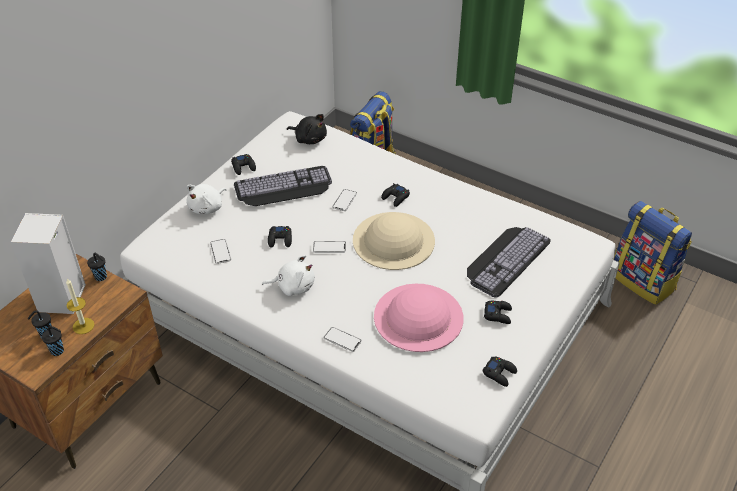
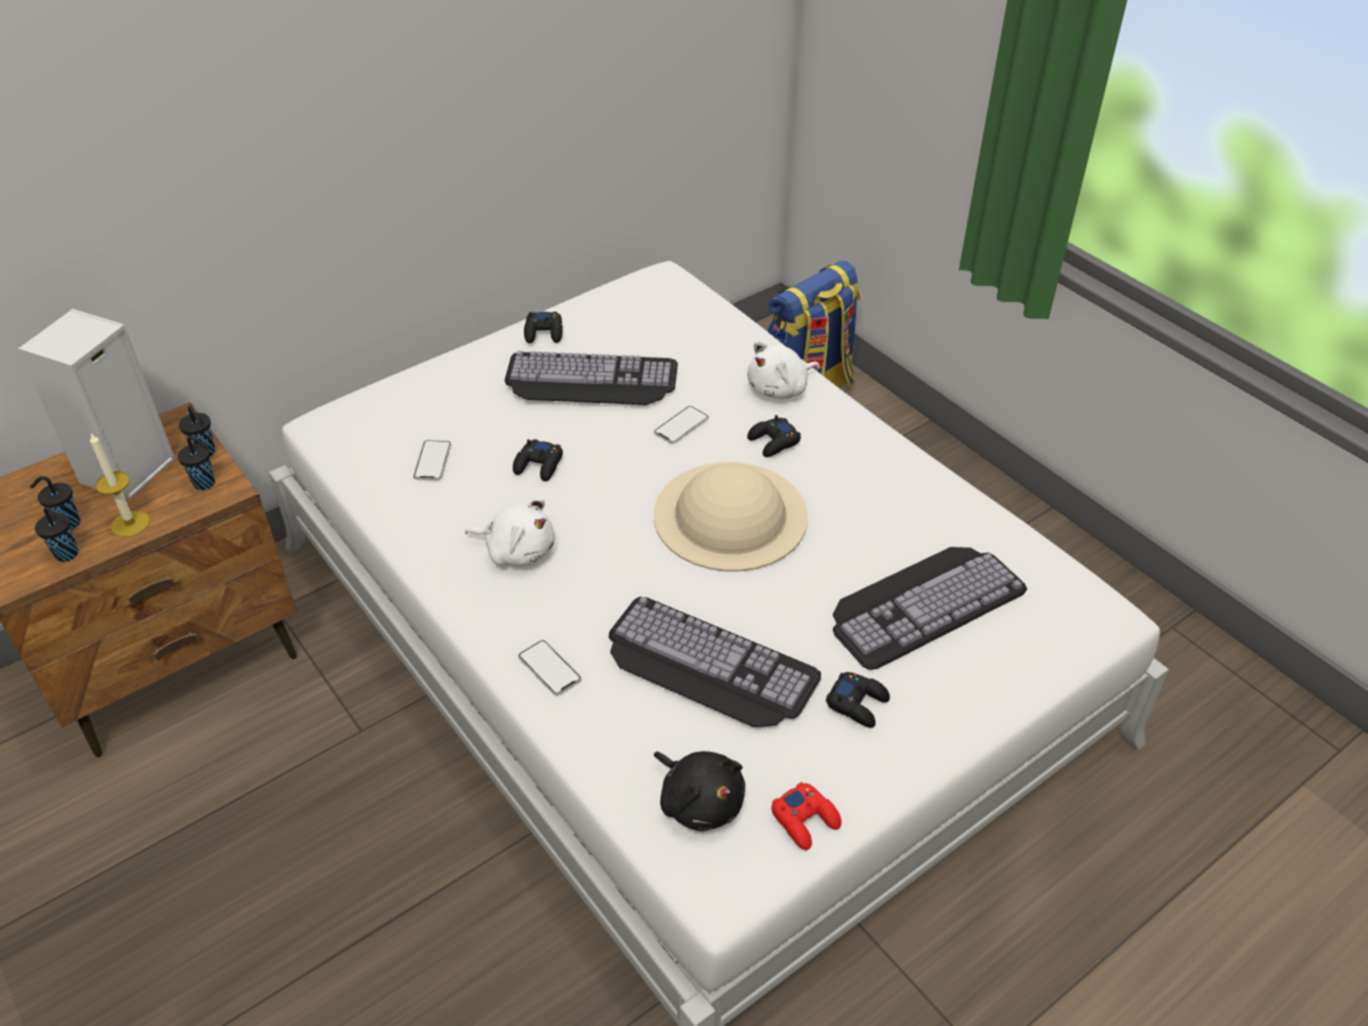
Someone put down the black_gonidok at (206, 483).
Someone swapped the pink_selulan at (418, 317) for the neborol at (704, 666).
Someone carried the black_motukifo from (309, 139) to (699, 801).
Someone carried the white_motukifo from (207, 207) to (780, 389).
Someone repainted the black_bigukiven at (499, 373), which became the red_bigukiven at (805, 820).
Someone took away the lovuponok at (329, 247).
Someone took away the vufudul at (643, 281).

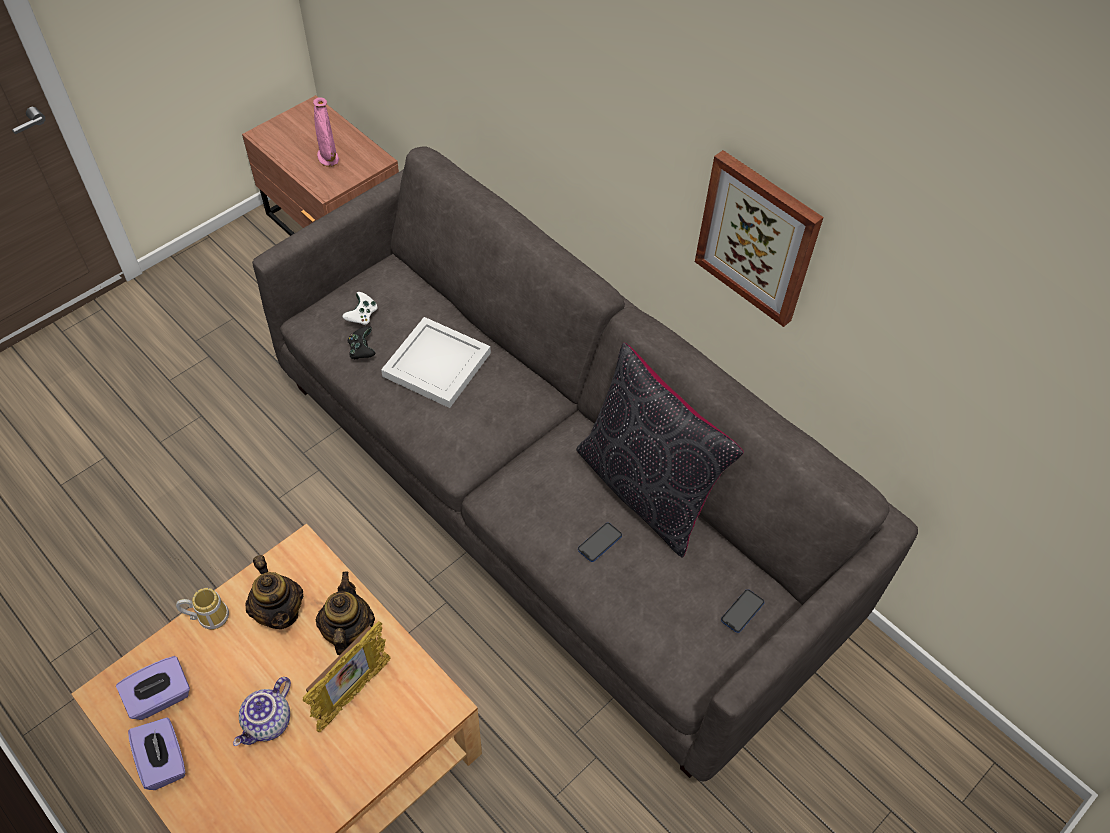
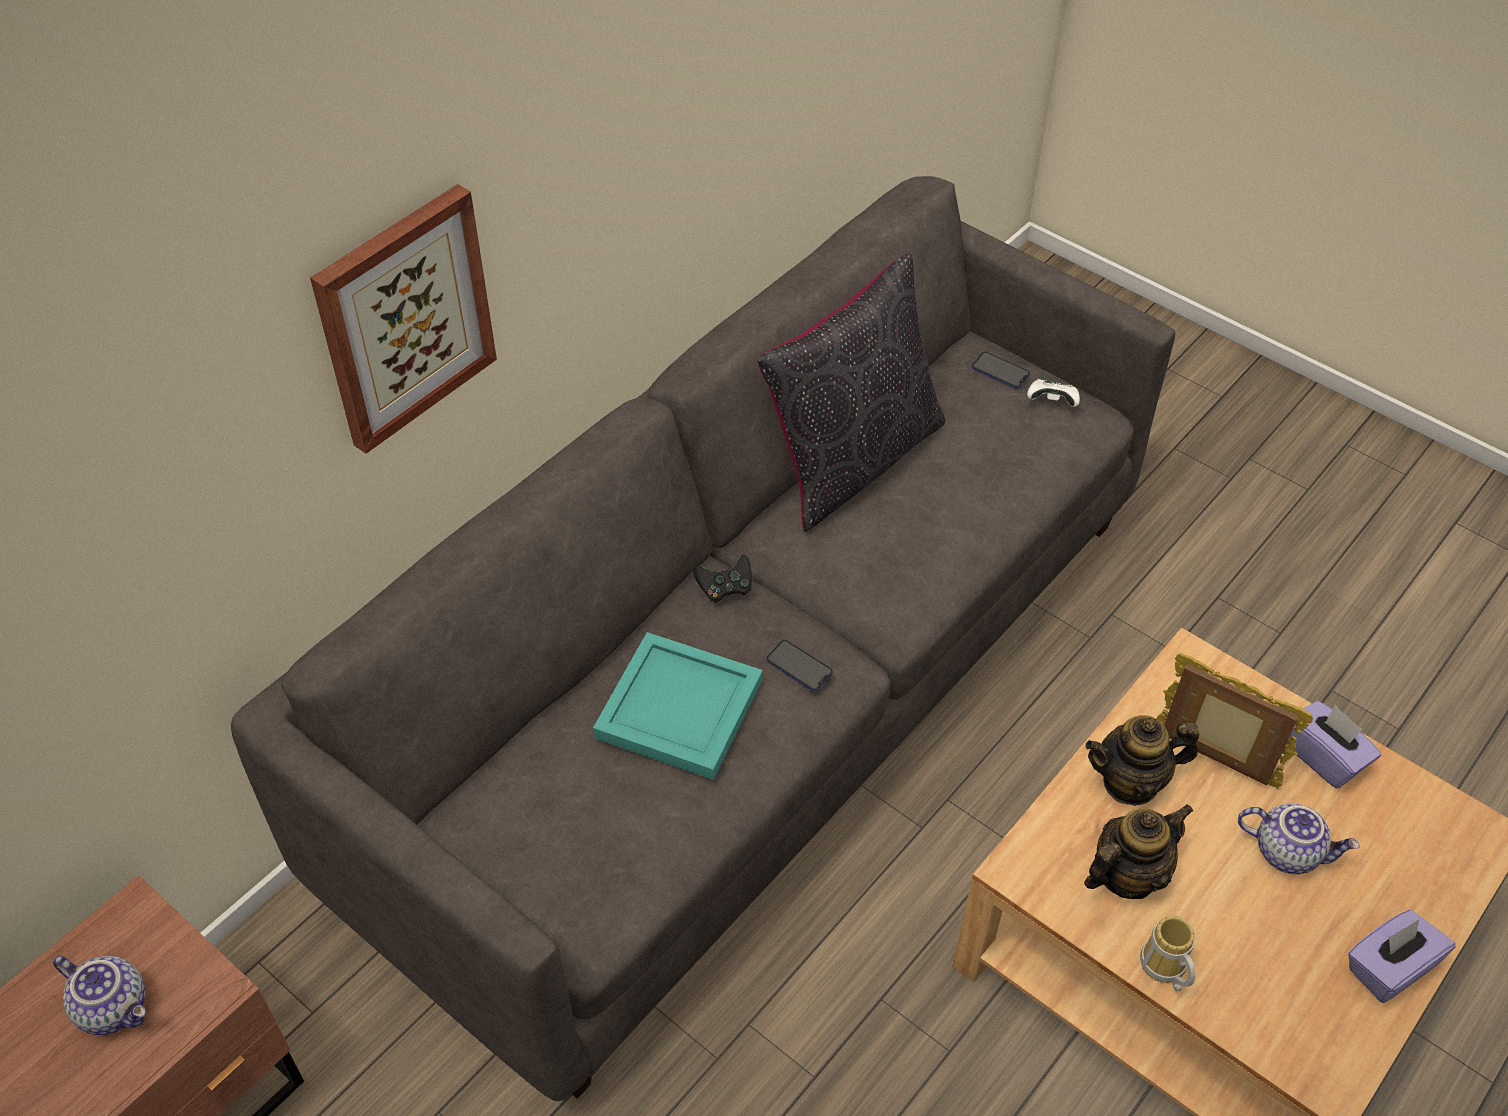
Someone swapped the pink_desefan at (328, 158) for the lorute at (115, 1006).
Someone carried the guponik from (758, 238) to (404, 317).
Someone repainted the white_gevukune at (435, 365), which became the turquoise_gevukune at (680, 711).
Someone carried the black_bigukiven from (362, 350) to (725, 588).
Someone carried the lovuponok from (599, 542) to (799, 667).
Someone carried the white_bigukiven from (362, 316) to (1052, 402).
Someone carried the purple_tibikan from (160, 697) to (1324, 757).

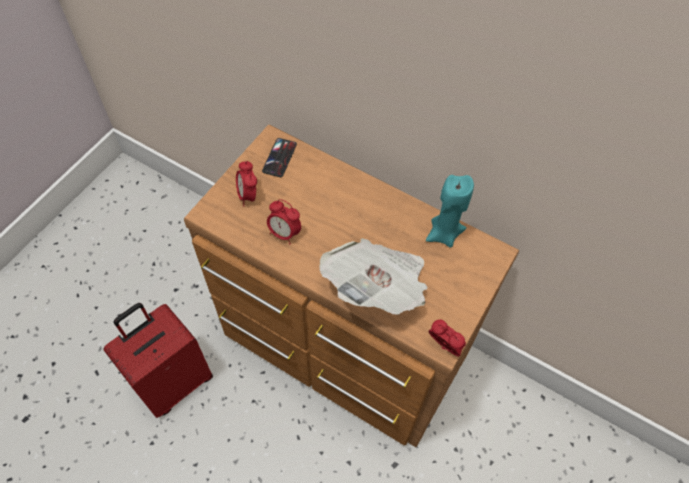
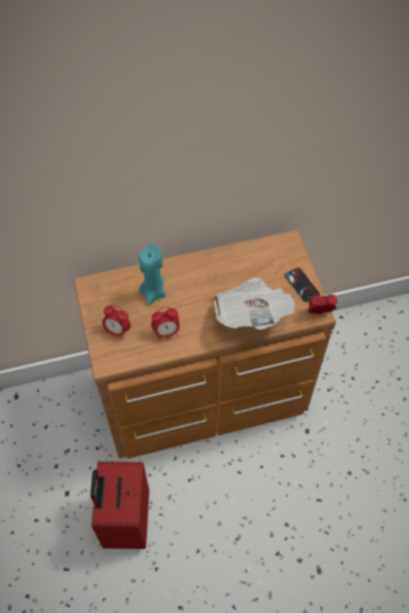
Someone carried the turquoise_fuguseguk from (443, 234) to (153, 292).
Someone carried the lovuponok from (279, 158) to (302, 284).

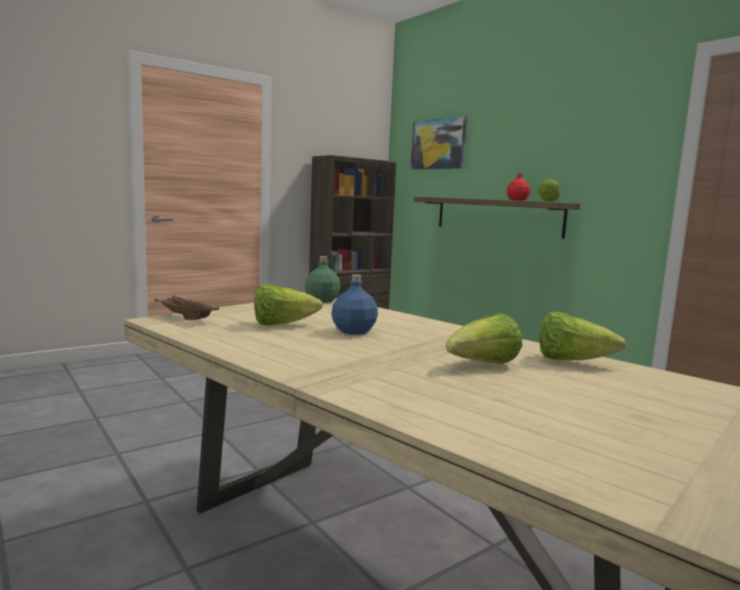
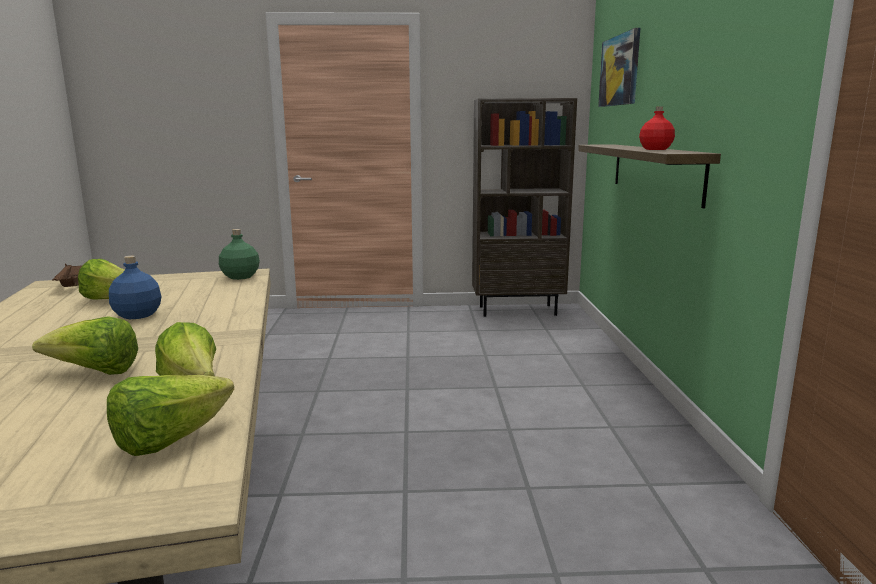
Someone carried the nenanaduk from (547, 201) to (170, 440).

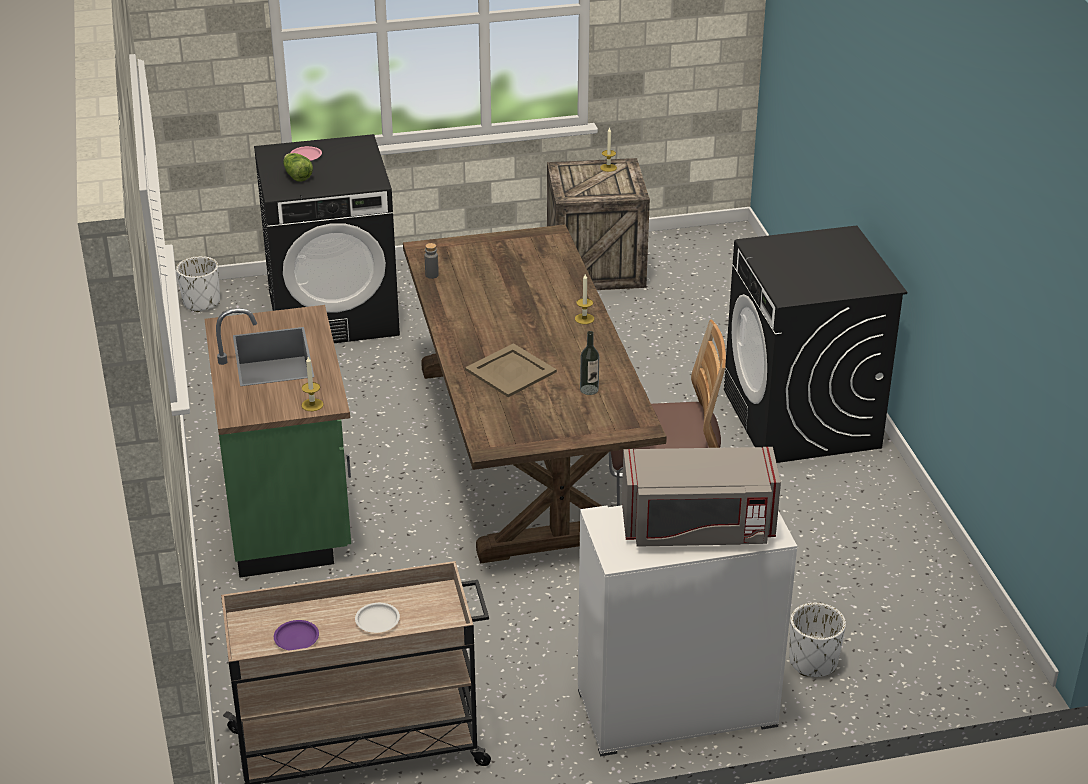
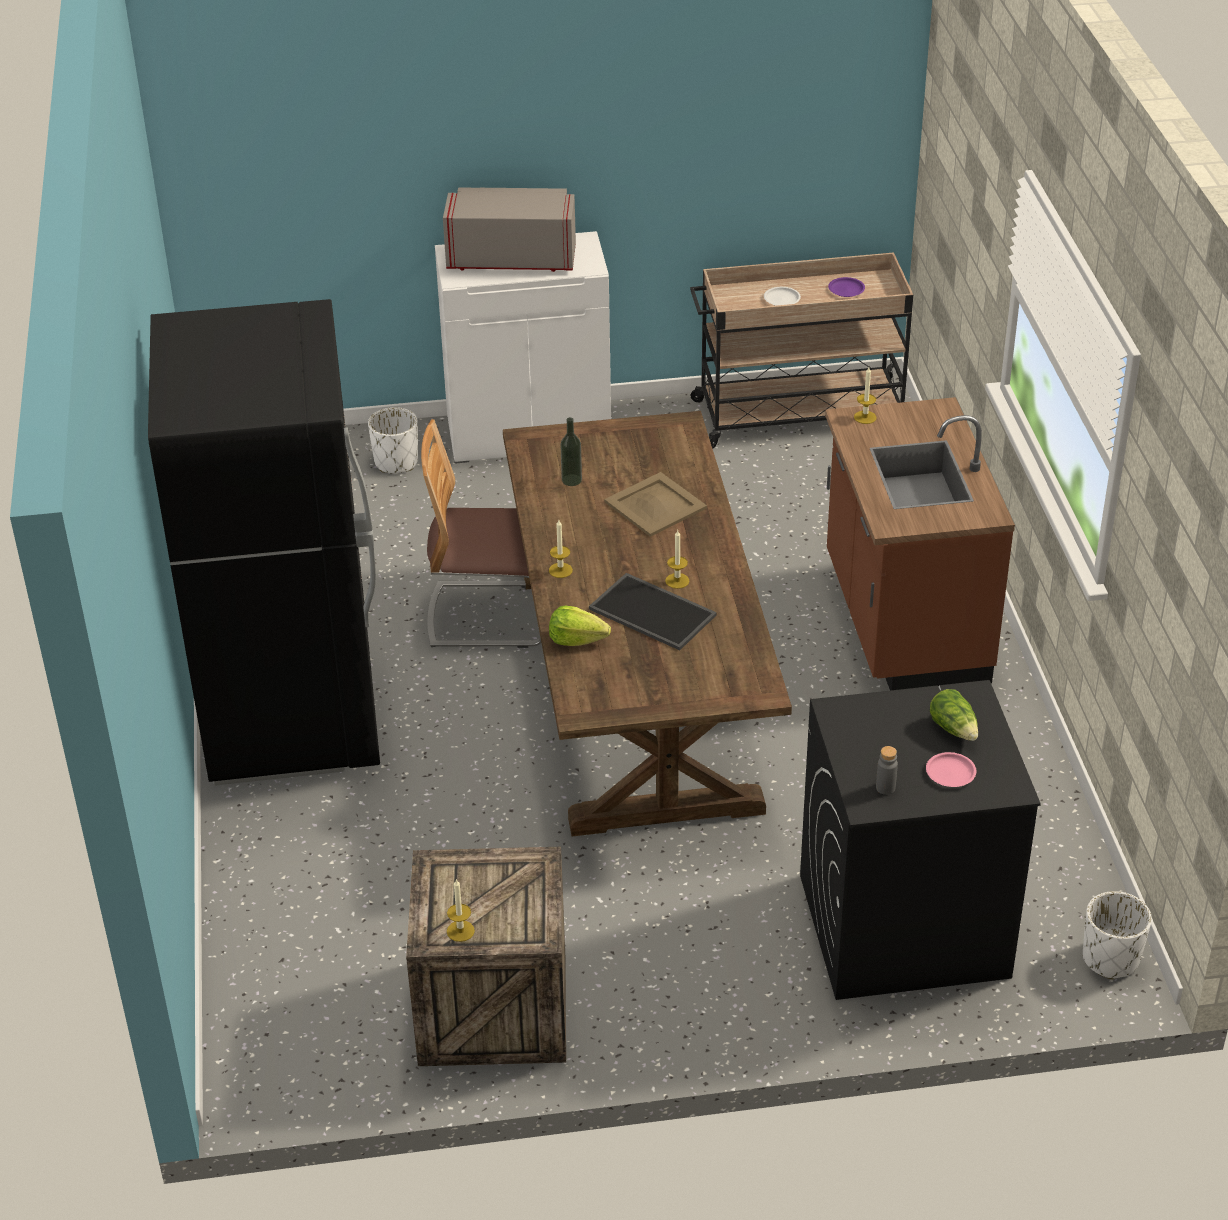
Someone swapped the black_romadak at (801, 419) for the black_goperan at (292, 714).
Someone put down the nenanaduk at (576, 640).
Someone put down the gevukune at (654, 611).
Someone put down the fuguseguk at (677, 581).
Someone repainted the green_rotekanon at (289, 510), which became the brown_rotekanon at (902, 622).
Someone carried the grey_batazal from (432, 275) to (885, 788).

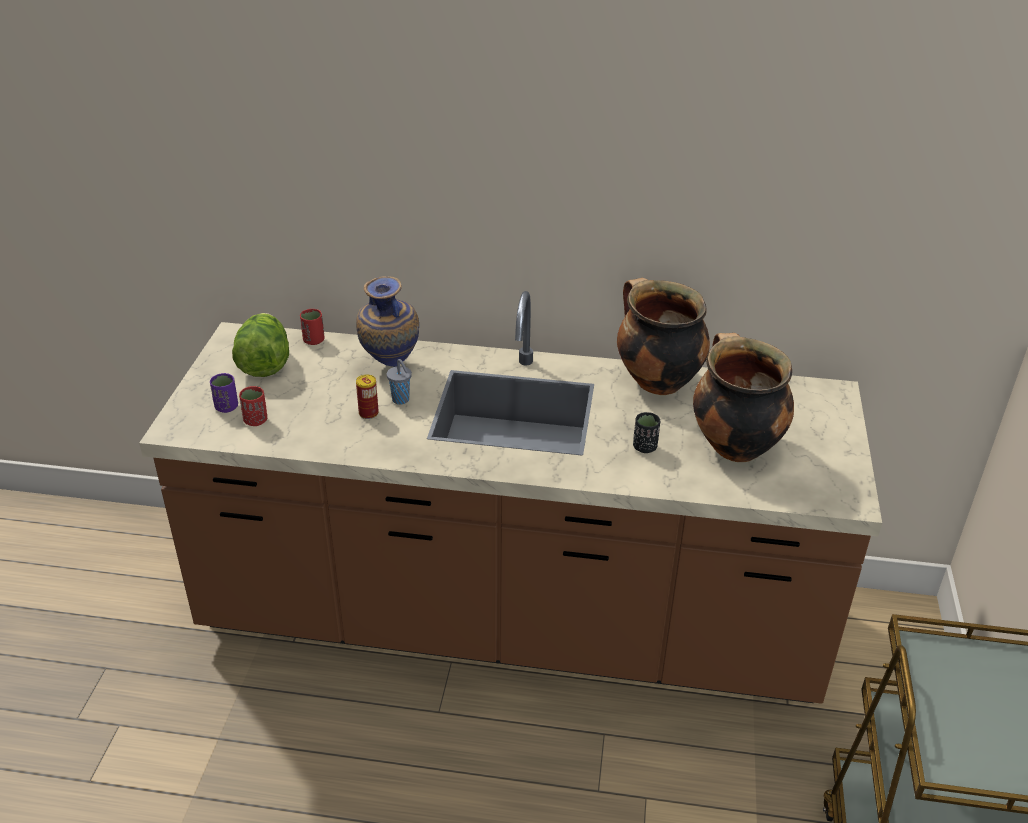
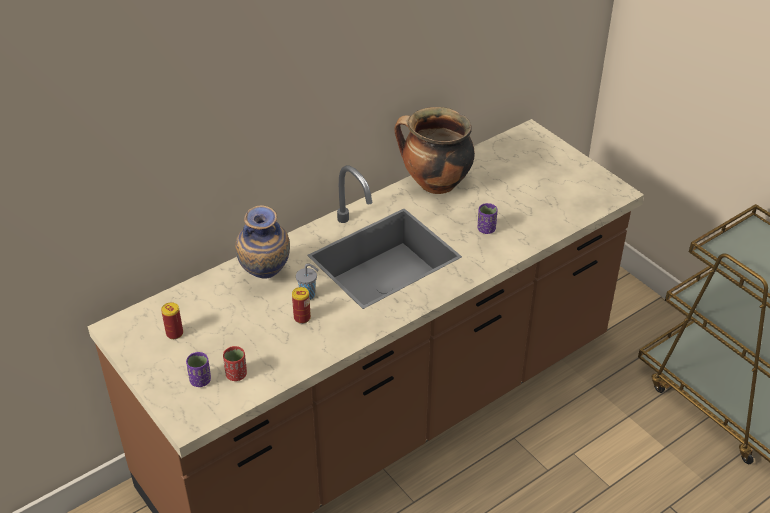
Someone swapped the nenanaduk at (264, 363) for the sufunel at (174, 333).
Someone repainted the black_gonidok at (645, 447), which became the purple_gonidok at (486, 229).
Someone took away the red_gonidok at (314, 340).
Someone took away the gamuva at (733, 445).

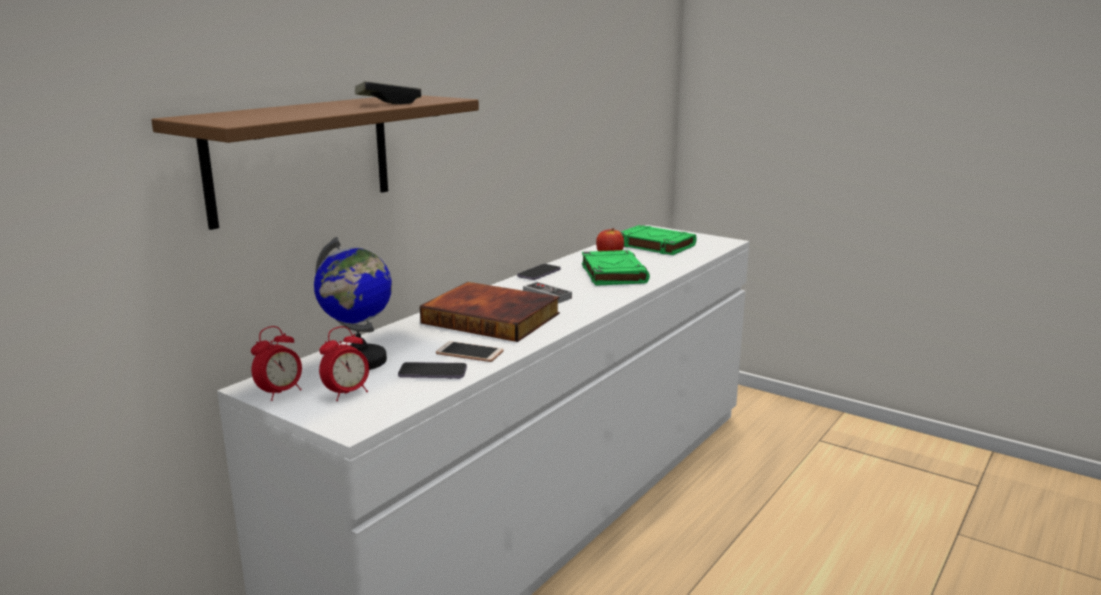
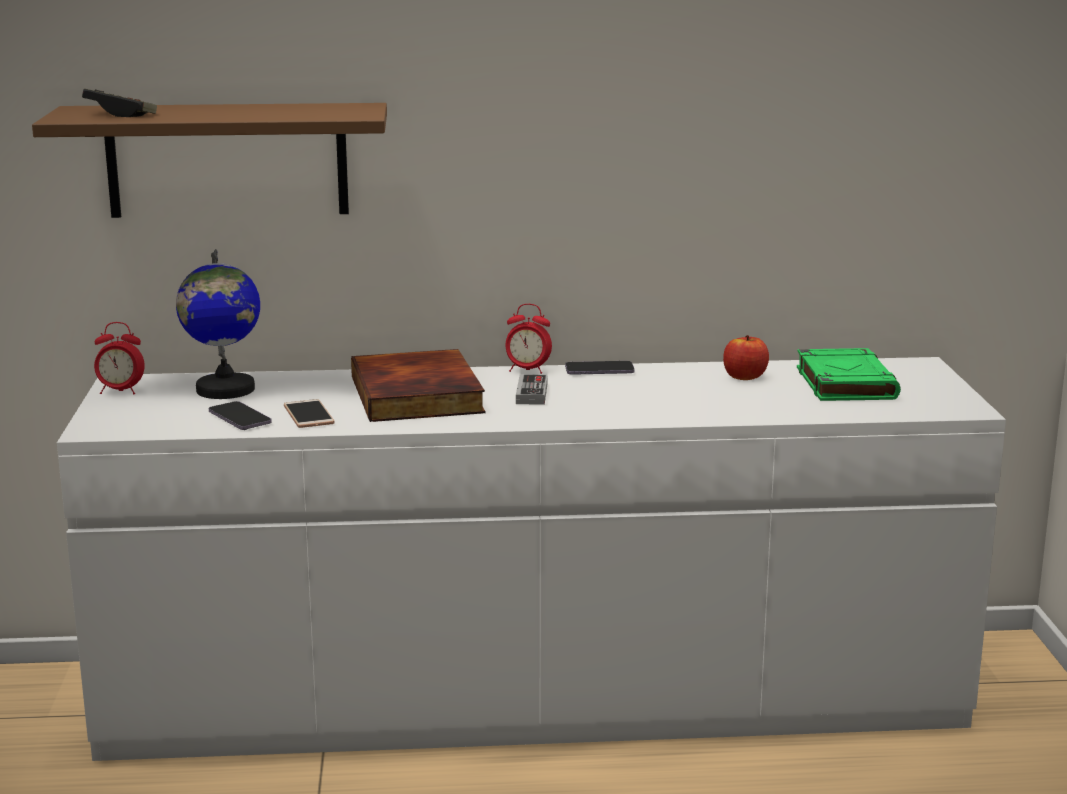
Someone carried the bigukiven from (389, 103) to (120, 114).
Someone carried the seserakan from (347, 393) to (527, 370).
Someone took away the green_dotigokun at (613, 273).

